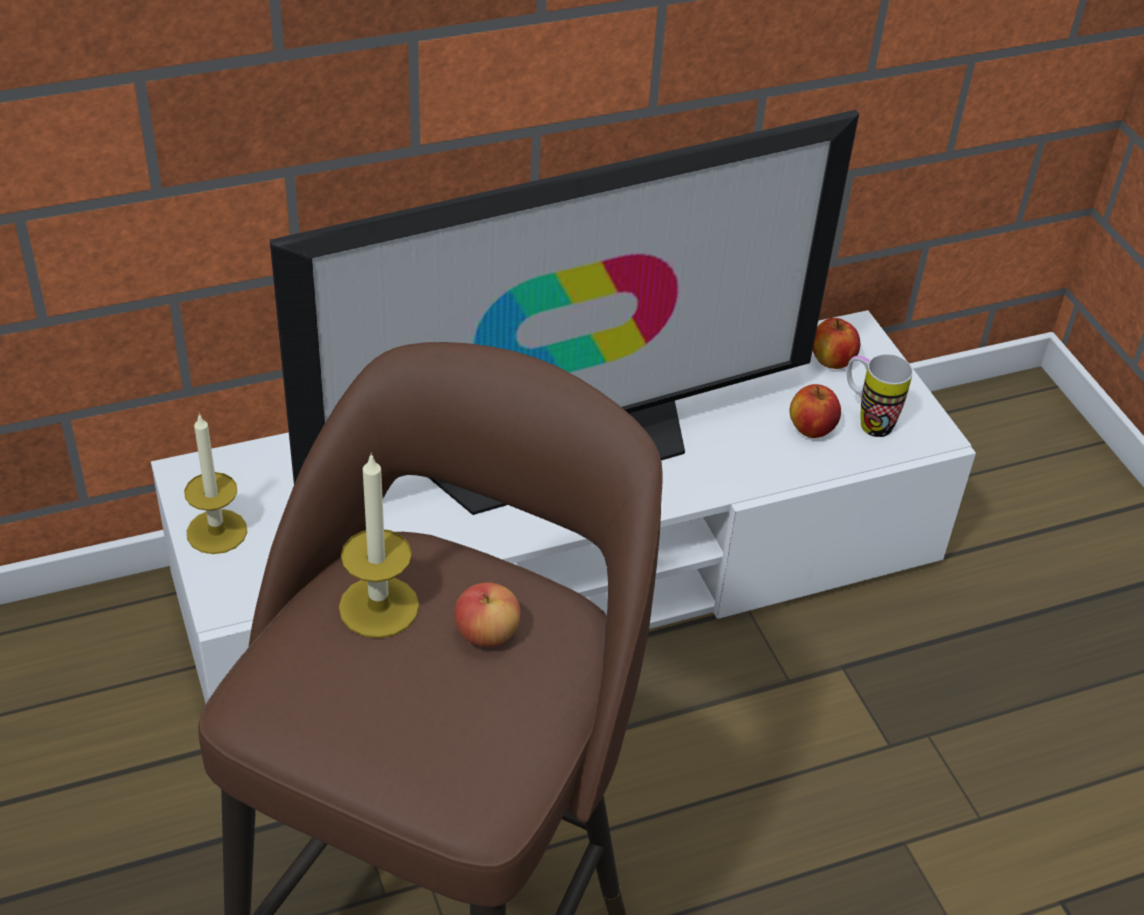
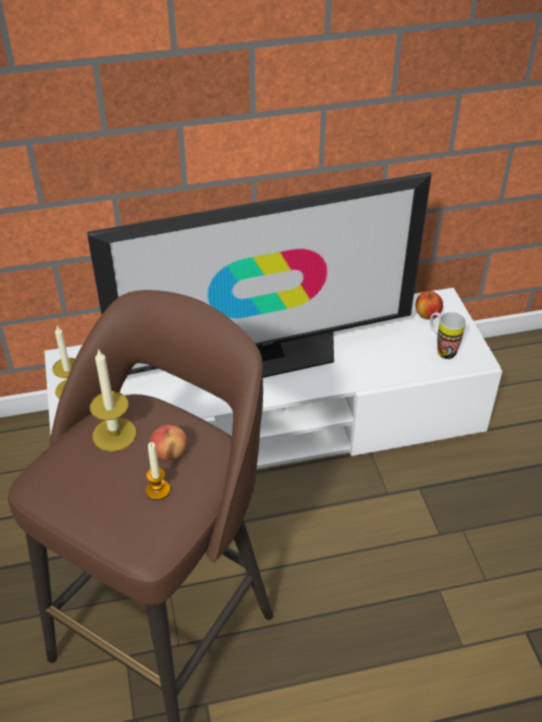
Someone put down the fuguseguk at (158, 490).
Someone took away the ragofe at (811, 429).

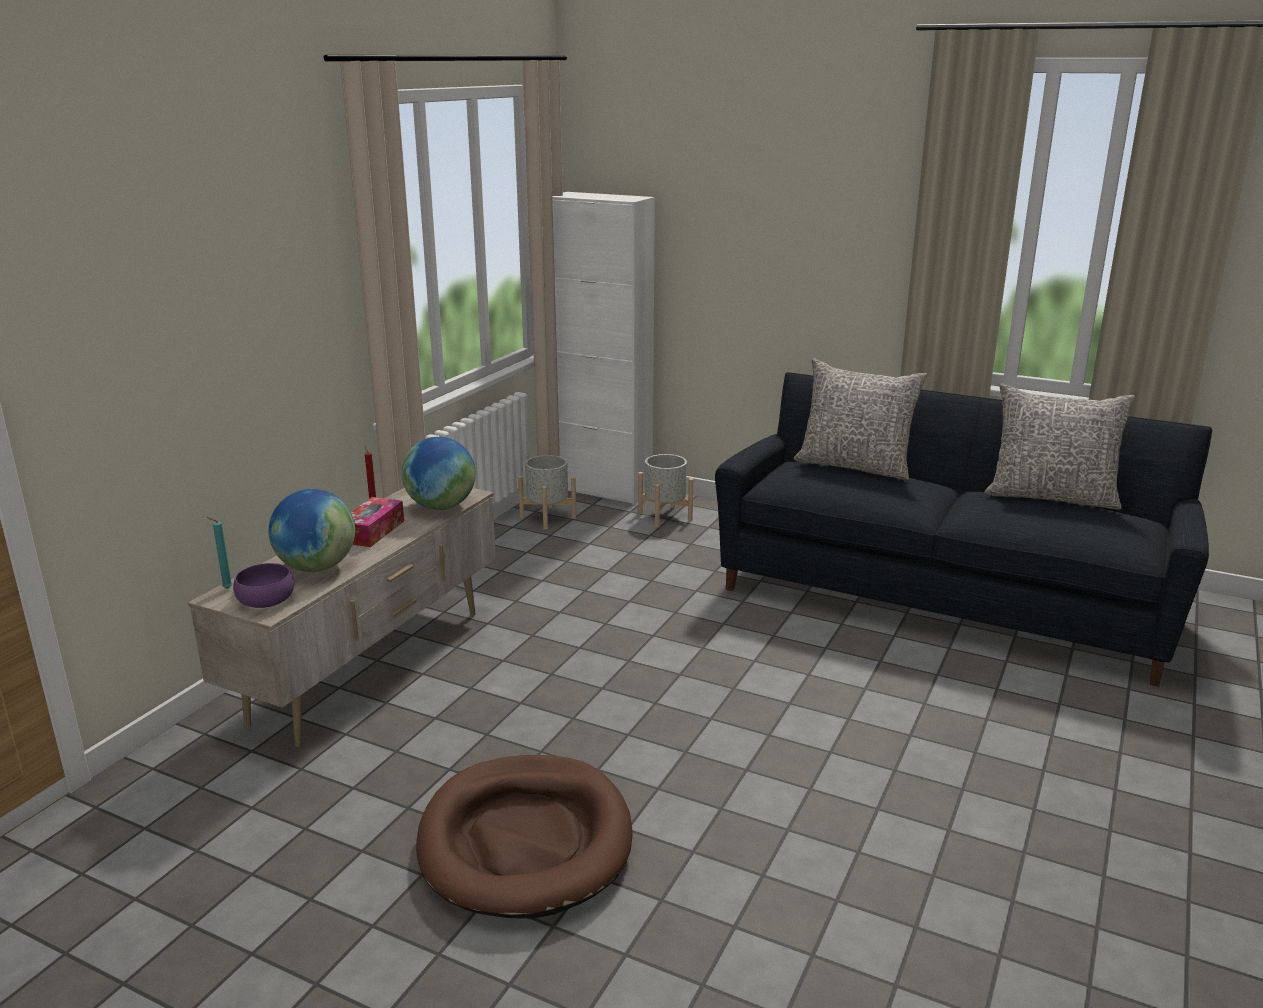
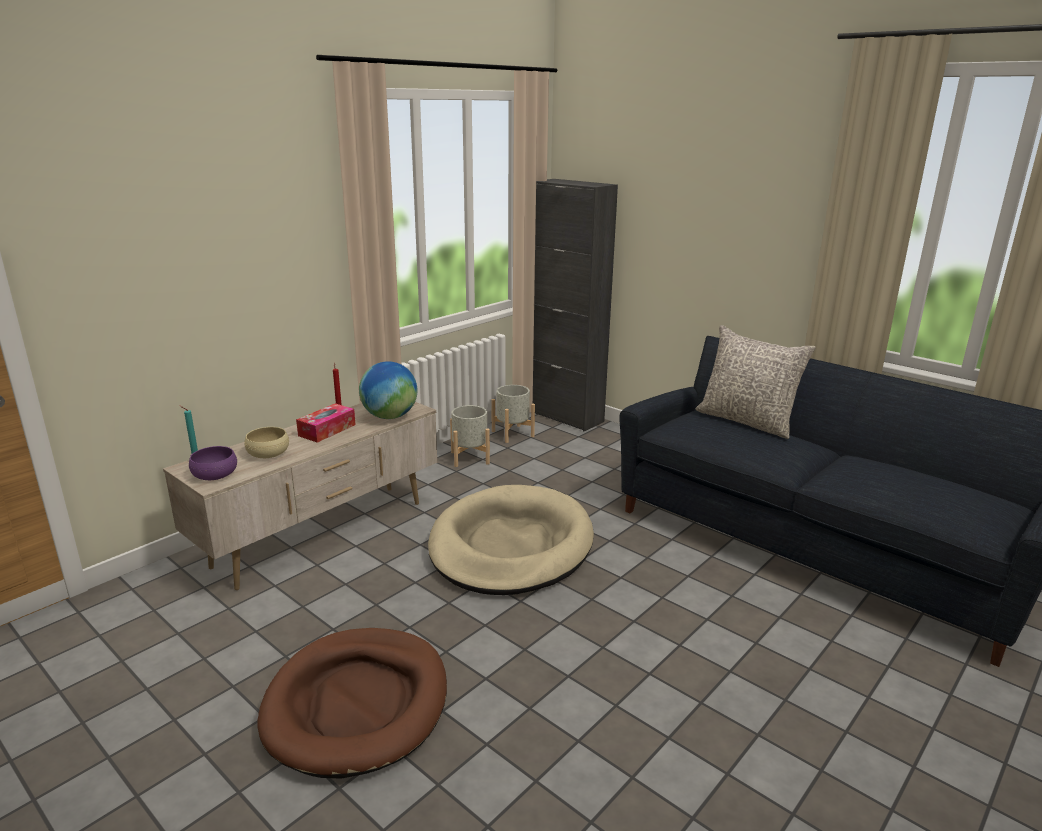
Someone swapped the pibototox at (316, 567) for the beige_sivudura at (268, 453).
Someone put down the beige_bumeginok at (511, 546).
Someone carried the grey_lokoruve from (664, 516) to (469, 458).
Someone repainted the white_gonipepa at (602, 490), which became the black_gonipepa at (565, 416).
Someone took away the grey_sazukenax at (1051, 496).

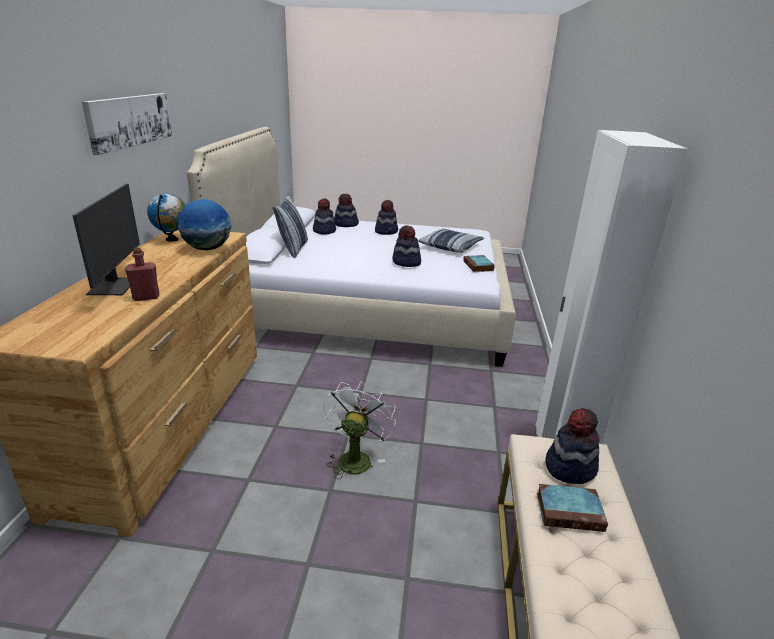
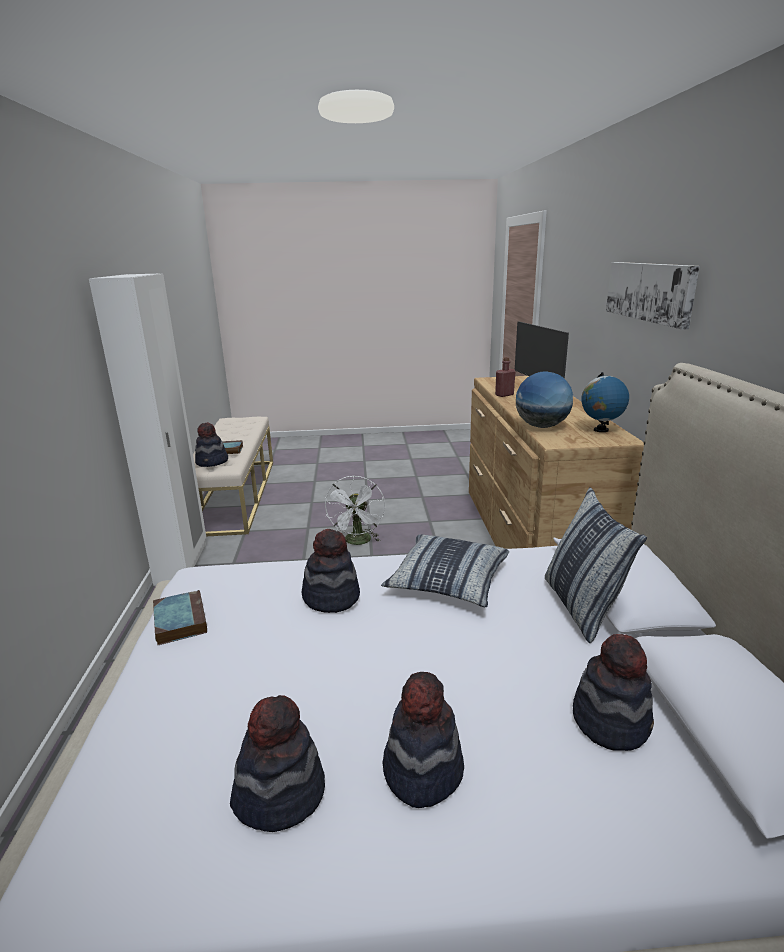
Someone carried the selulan from (346, 224) to (280, 794).
Someone carried the sazukenax from (451, 246) to (448, 581).

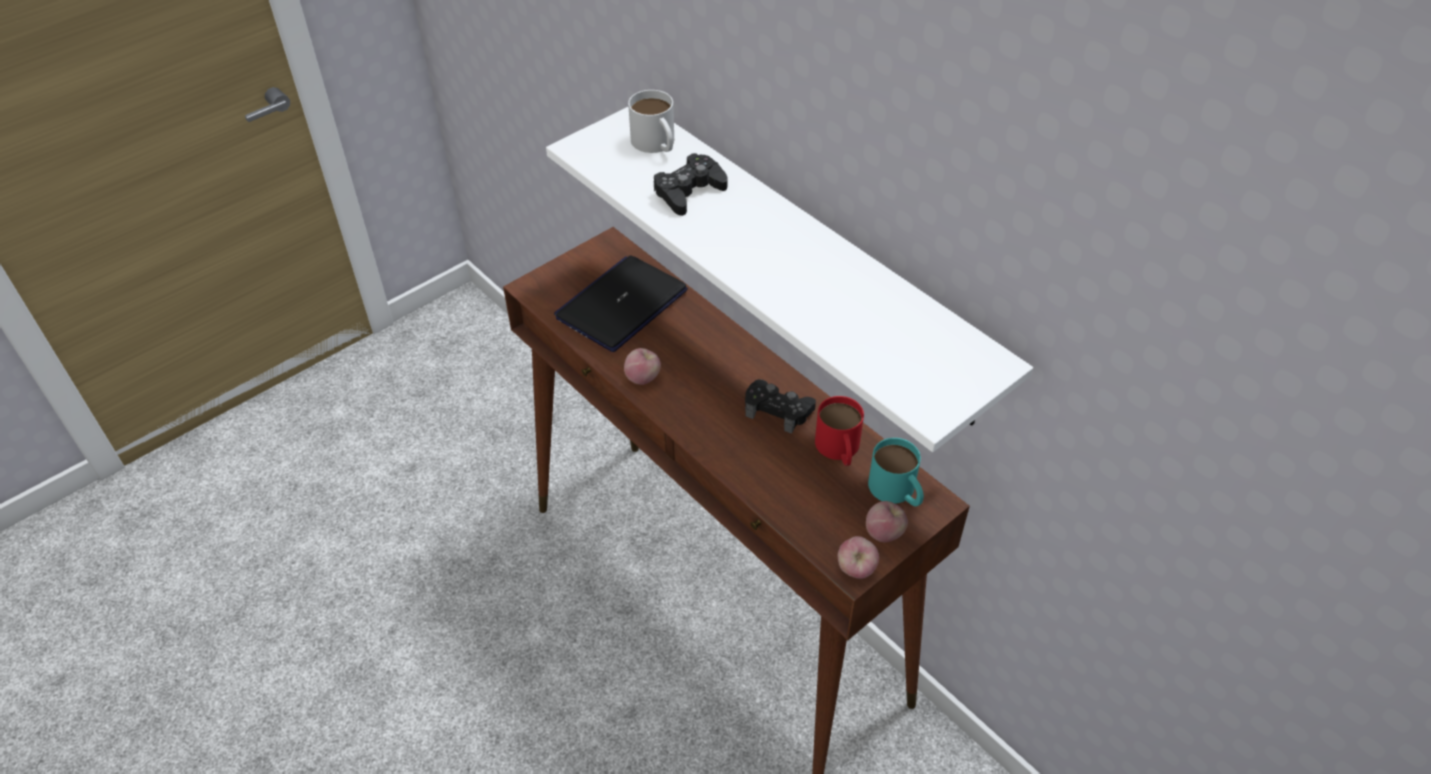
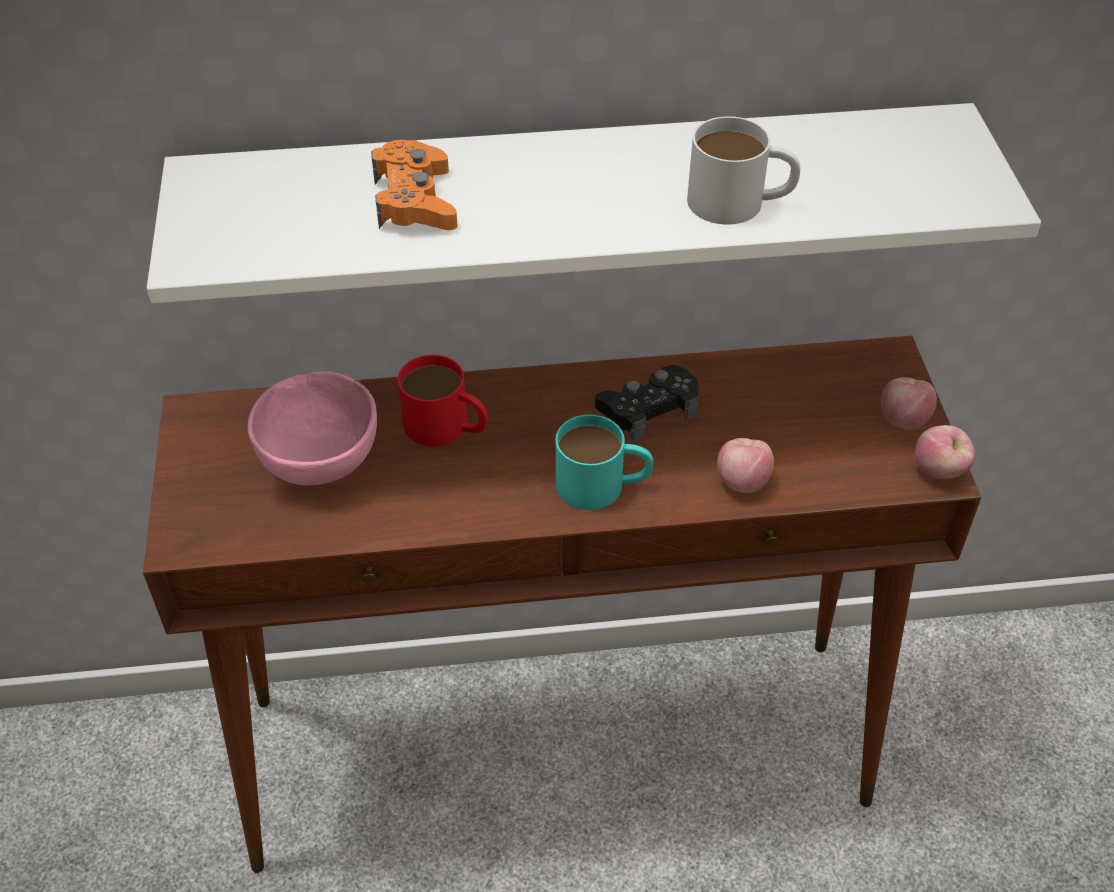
Someone swapped the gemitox at (622, 304) for the pink_sivudura at (322, 460).
Someone repainted the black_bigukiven at (689, 191), which became the orange_bigukiven at (414, 201).
Someone carried the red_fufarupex from (839, 449) to (447, 427).
Someone carried the turquoise_fufarupex from (897, 491) to (603, 485).
Someone carried the white_fufarupex from (656, 144) to (740, 202).
Someone carried the ragofe from (643, 378) to (742, 482).

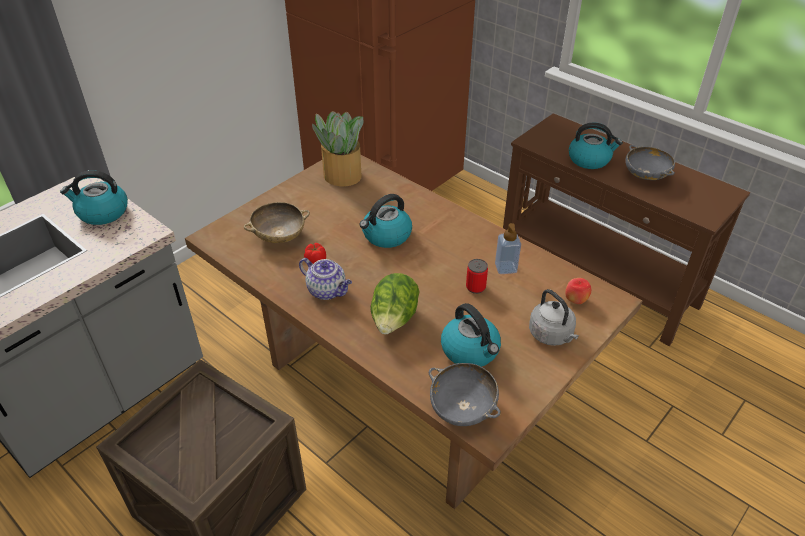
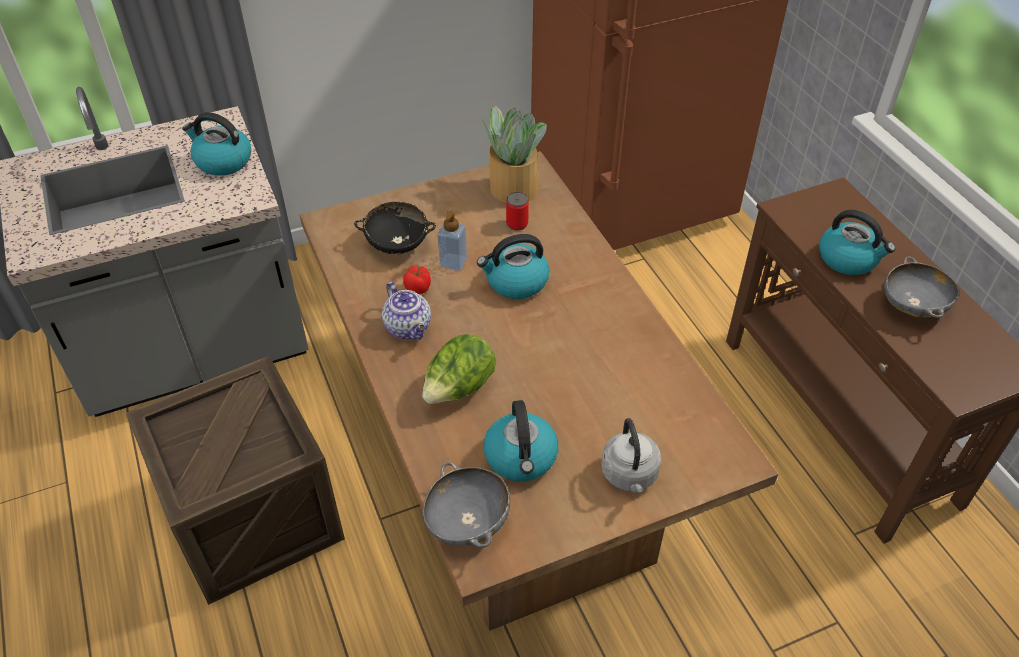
Someone repainted the beige_sivudura at (279, 236), which became the black_sivudura at (397, 244).
Someone carried the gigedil from (505, 268) to (453, 262).
Someone carried the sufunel from (475, 287) to (517, 224).
Someone took away the ragofe at (575, 300).

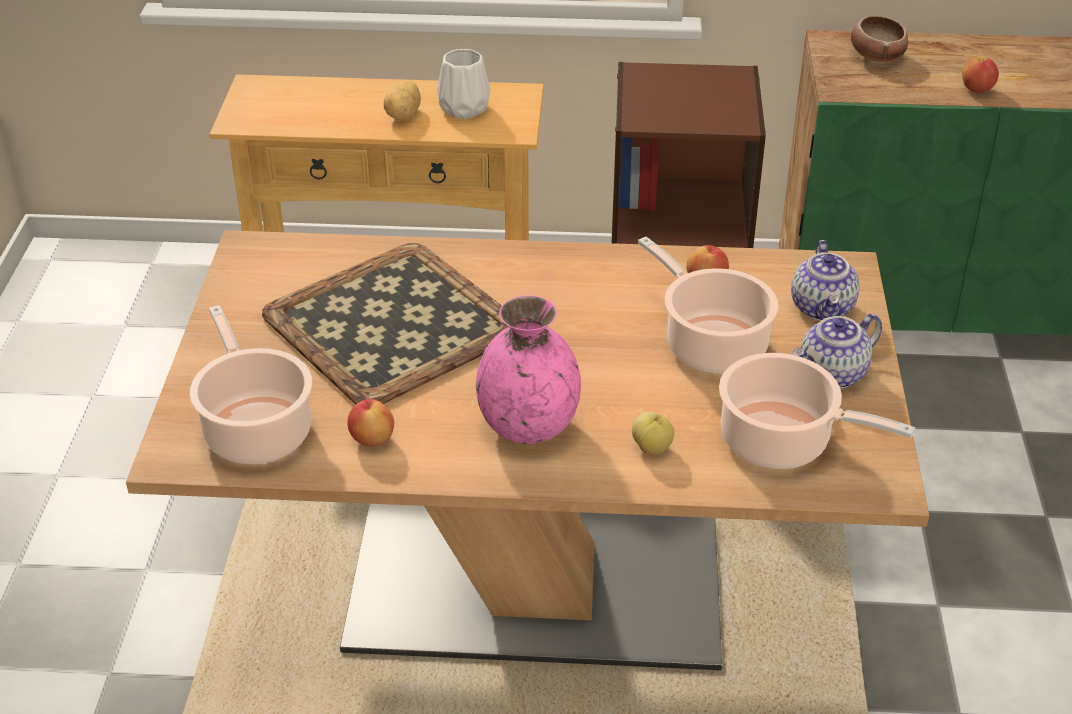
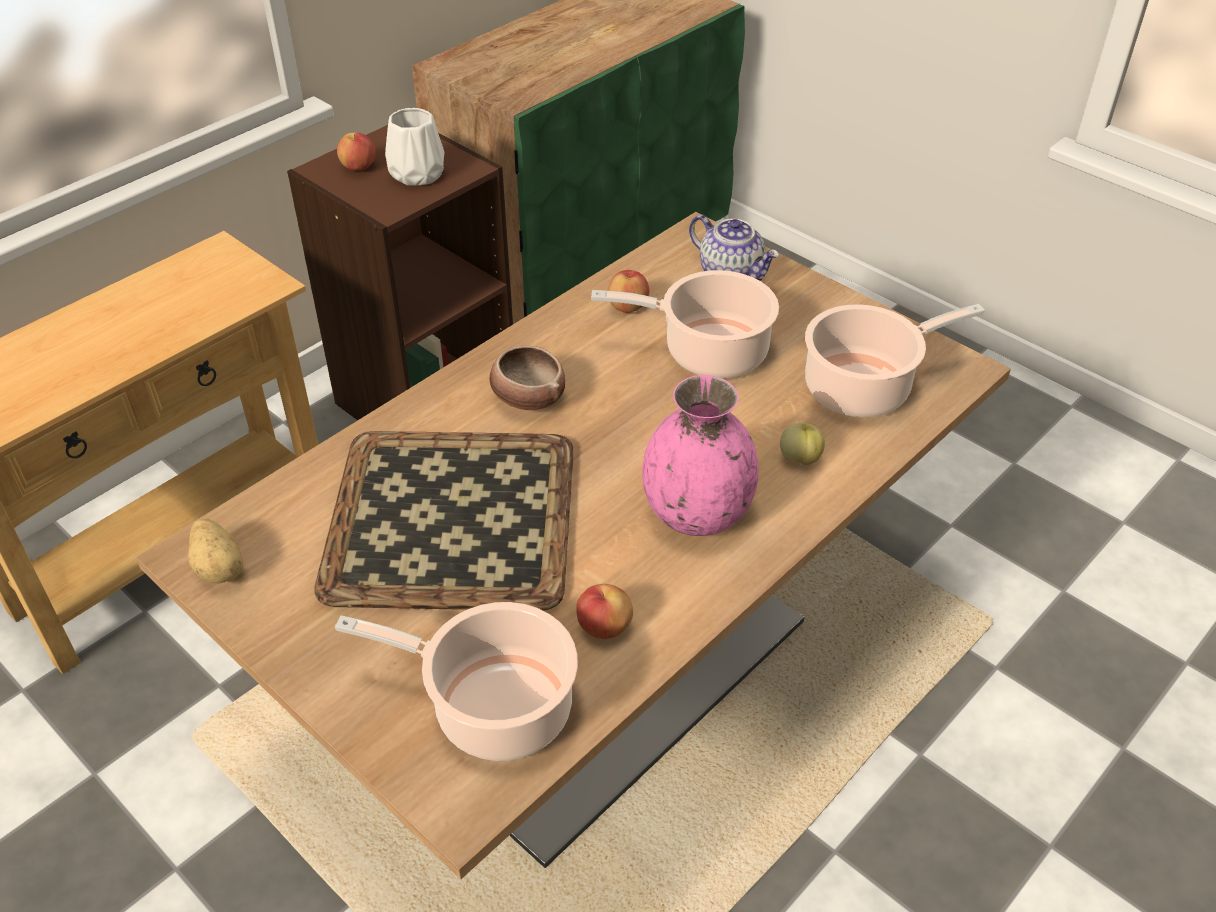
Someone carried the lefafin from (404, 115) to (220, 567).
Someone carried the ragofe from (977, 90) to (359, 167).
Someone carried the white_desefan from (465, 109) to (419, 174).
Someone carried the sivudura from (876, 56) to (527, 397).
Someone took away the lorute at (832, 375).

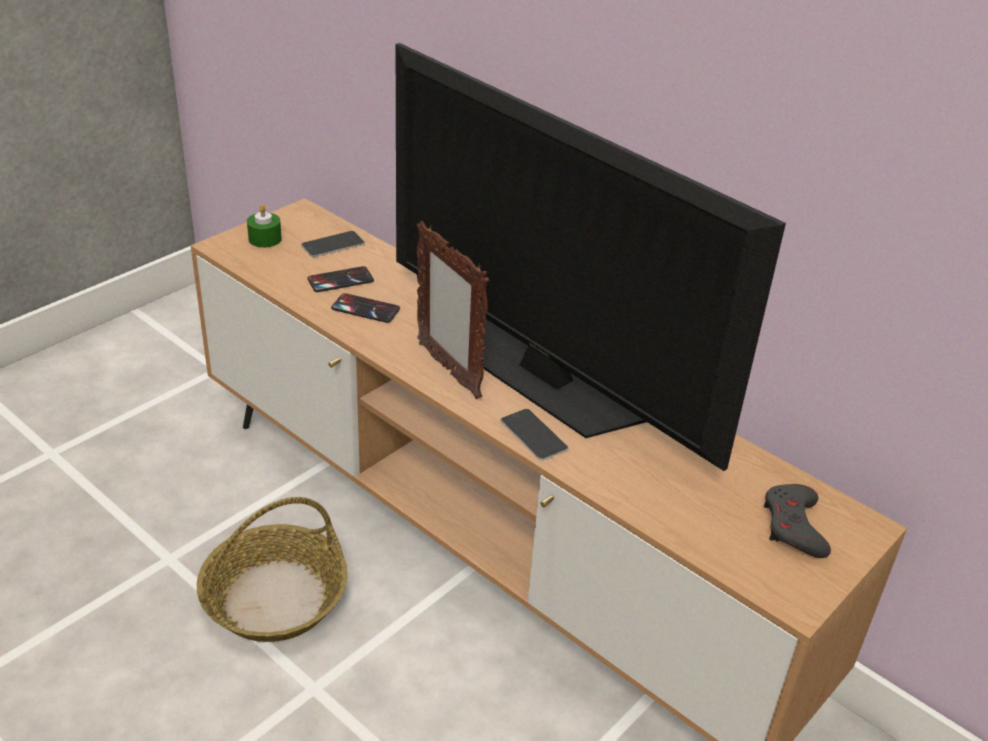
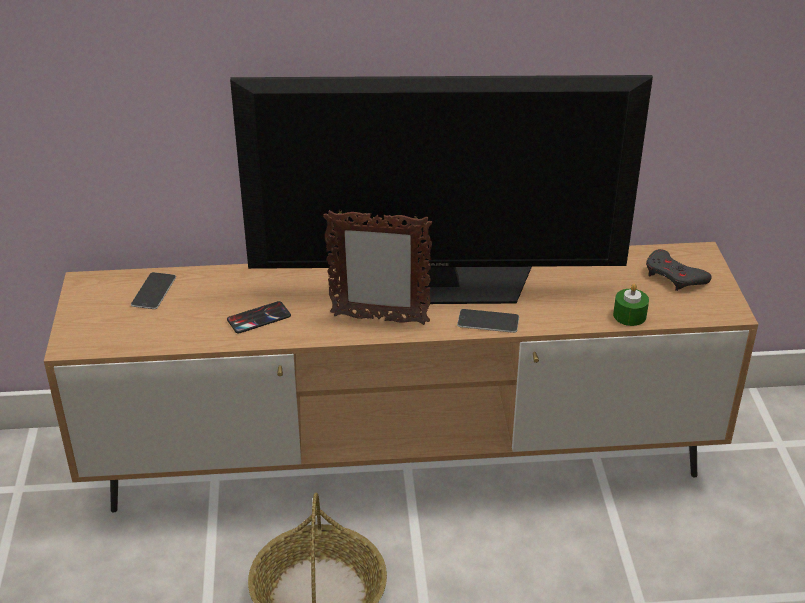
Someone carried the green_fuguseguk from (265, 239) to (629, 315).
Someone took away the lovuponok at (340, 280).

